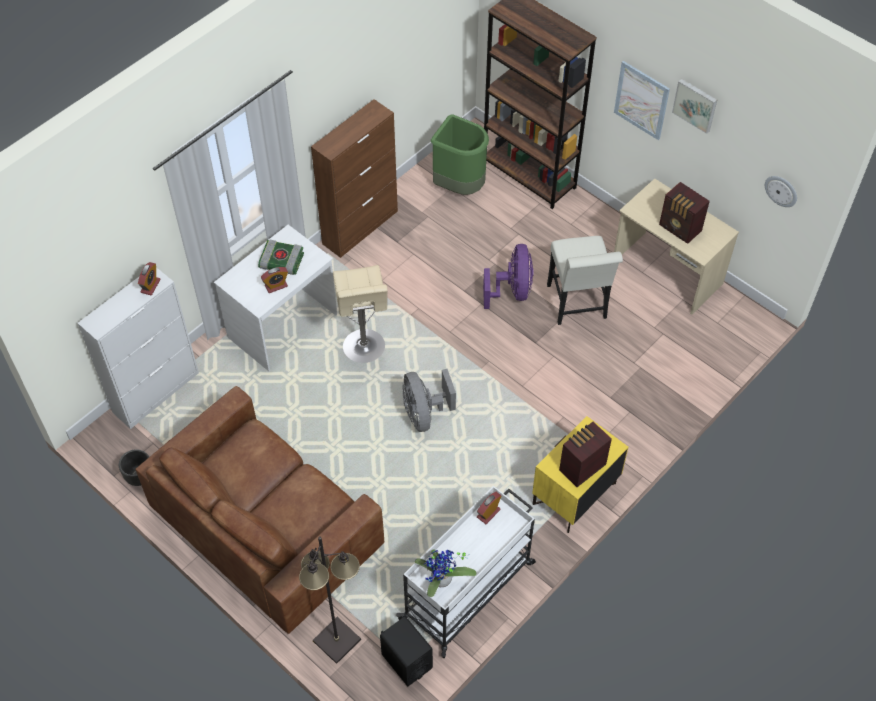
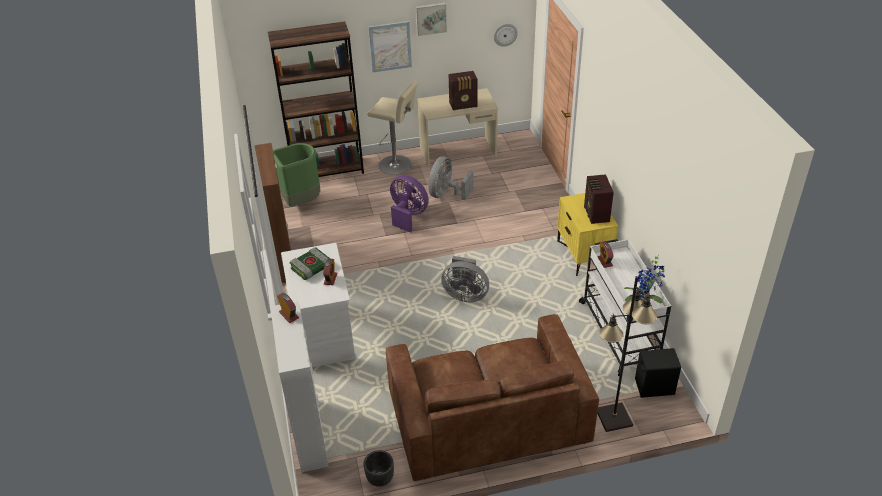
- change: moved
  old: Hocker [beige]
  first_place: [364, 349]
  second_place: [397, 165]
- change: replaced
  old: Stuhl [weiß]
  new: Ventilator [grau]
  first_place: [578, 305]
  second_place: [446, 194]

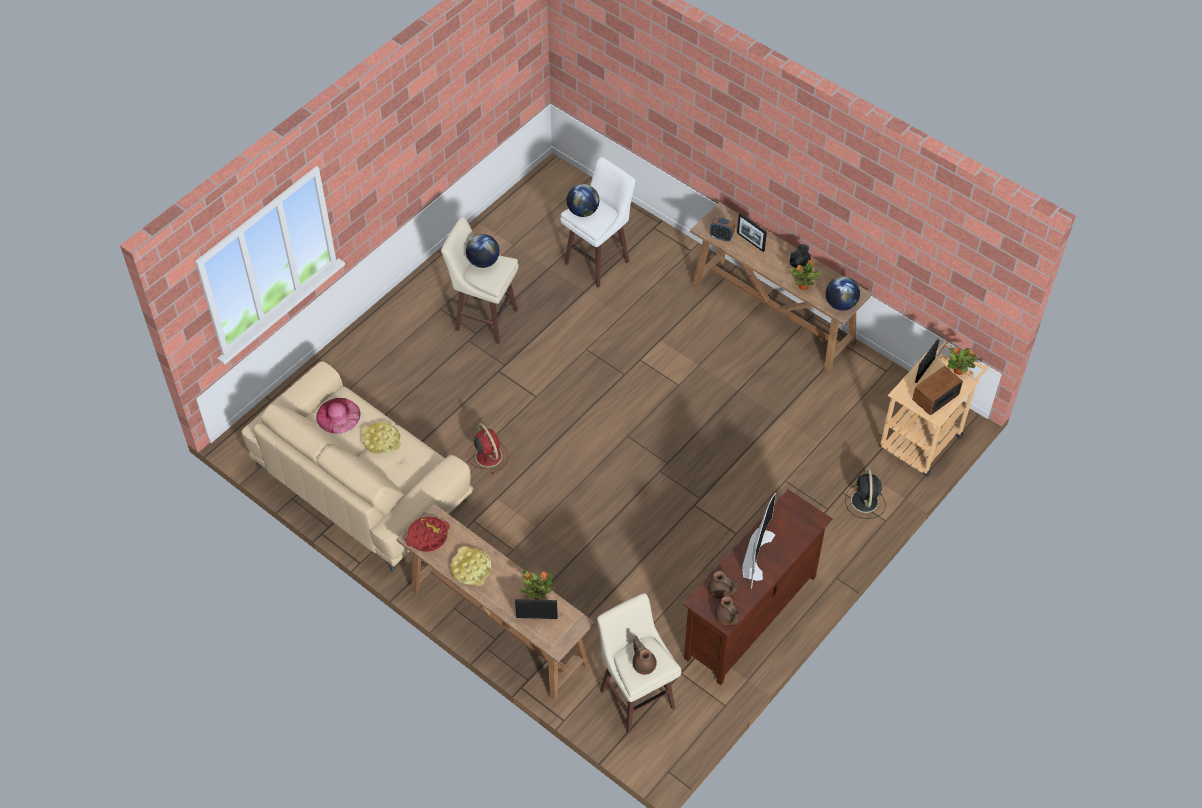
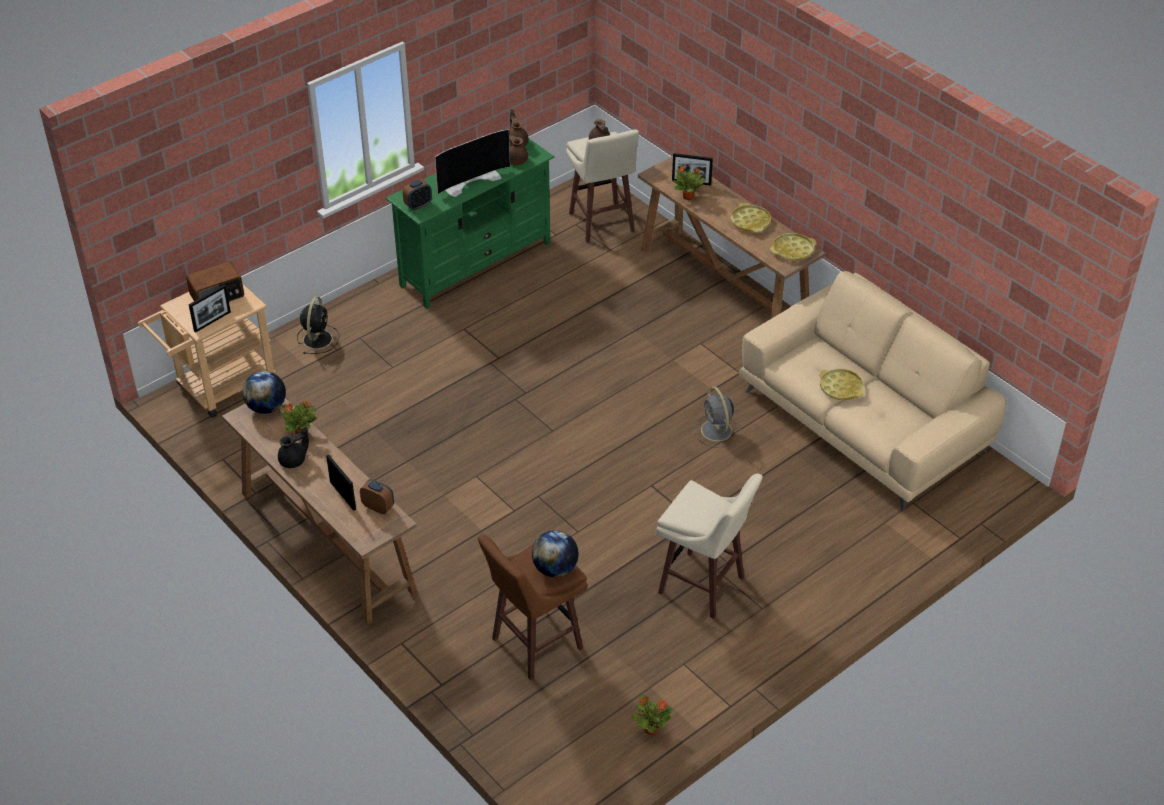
- change: removed
  old: Hut [rosa]
  first_place: [338, 415]
- change: recoloured
  old: Tablett [rot]
  new: Tablett [gelb]
  first_place: [427, 536]
  second_place: [792, 250]
- change: removed
  old: Globus
  first_place: [483, 262]
- change: recoloured
  old: Ventilator [rot]
  new: Ventilator [grau]
  first_place: [488, 455]
  second_place: [717, 431]
- change: recoloured
  old: Hocker [weiß]
  new: Hocker [braun]
  first_place: [598, 262]
  second_place: [534, 644]
- change: recoloured
  old: Fernsehschrank [braun]
  new: Fernsehschrank [grün]
  first_place: [751, 618]
  second_place: [475, 264]
- change: turned
  old: Fernseher
  first_place: [755, 553]
  second_place: [471, 181]
  degrees: -150
- change: moved
  old: Topfpflanze
  first_place: [959, 371]
  second_place: [651, 729]
- change: added
  new: Wecker
  second_place: [418, 205]

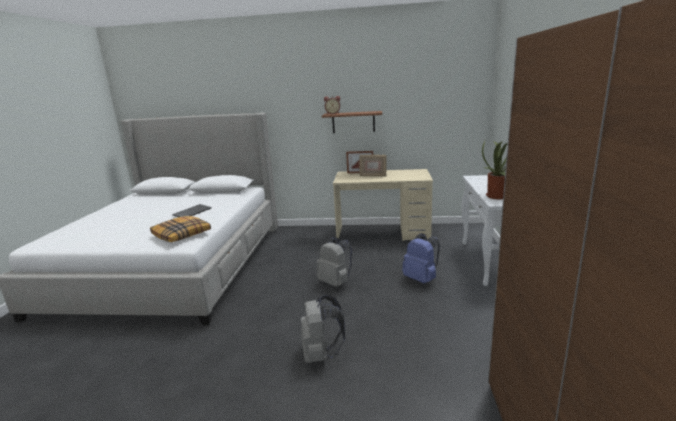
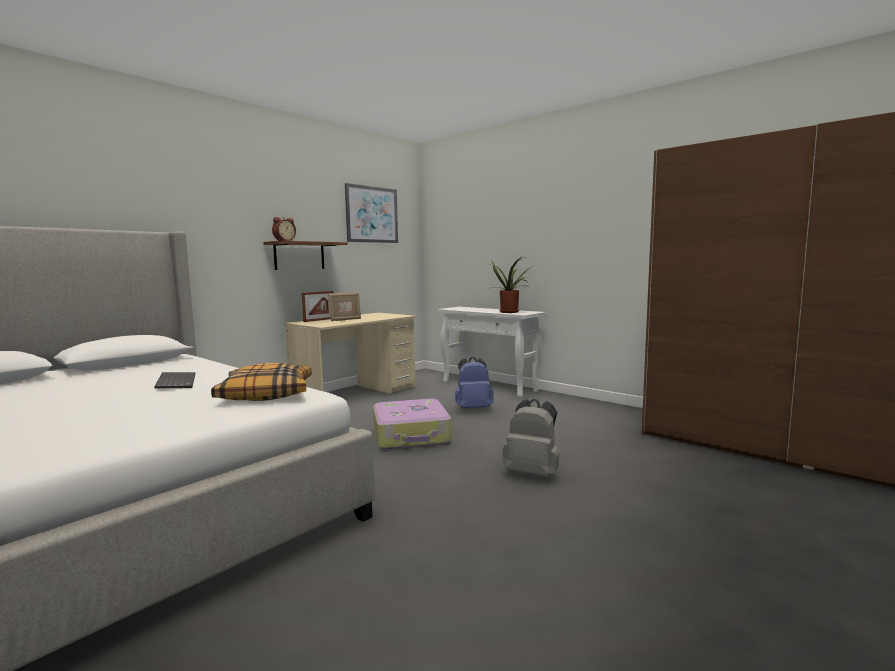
- change: replaced
  old: Rucksack [grau]
  new: Koffer
  first_place: [336, 282]
  second_place: [411, 435]
- change: added
  new: Bild
  second_place: [372, 214]

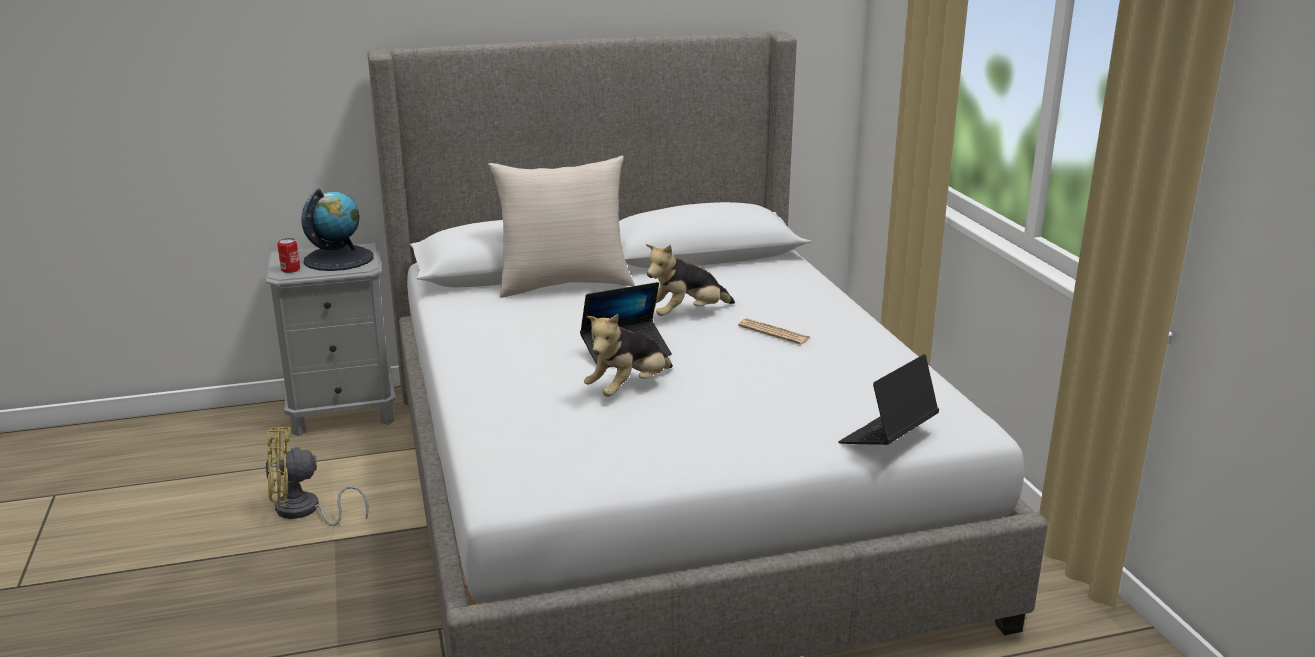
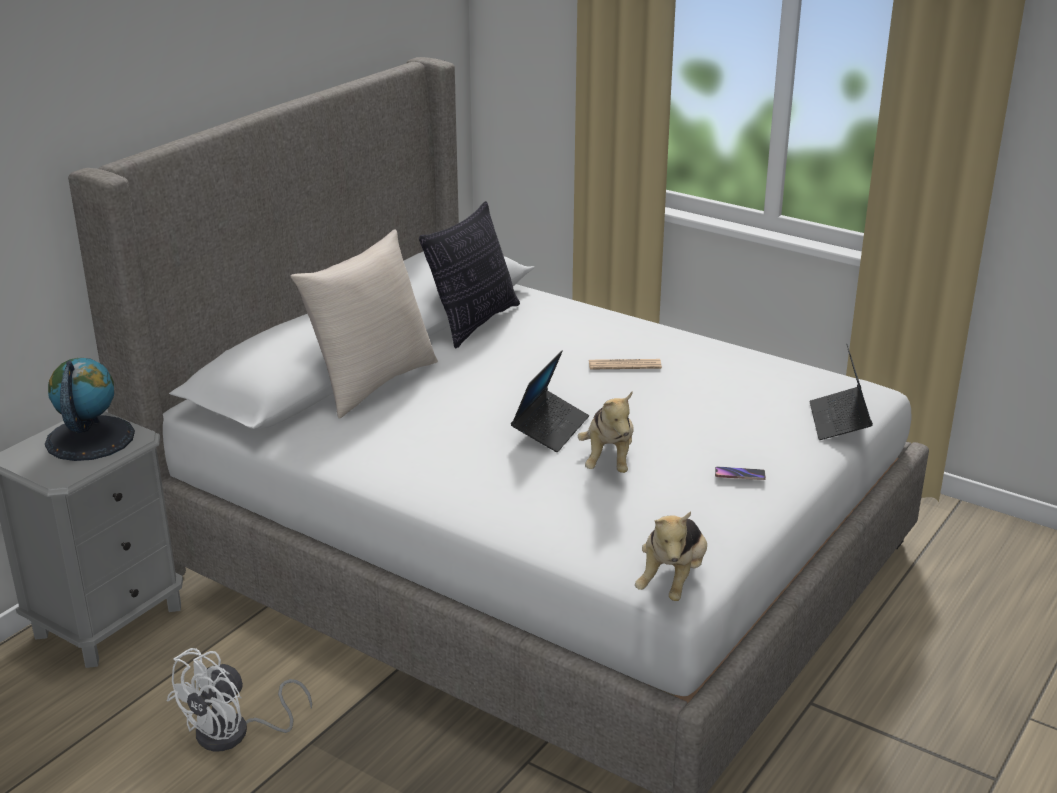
- change: recoloured
  old: Ventilator [gelb]
  new: Ventilator [weiß]
  first_place: [304, 511]
  second_place: [234, 734]
- change: removed
  old: Dose
  first_place: [290, 270]
- change: moved
  old: Plüschtier
  first_place: [687, 314]
  second_place: [672, 580]
- change: added
  new: Kissen
  second_place: [474, 323]
- change: added
  new: Handy
  second_place: [739, 476]

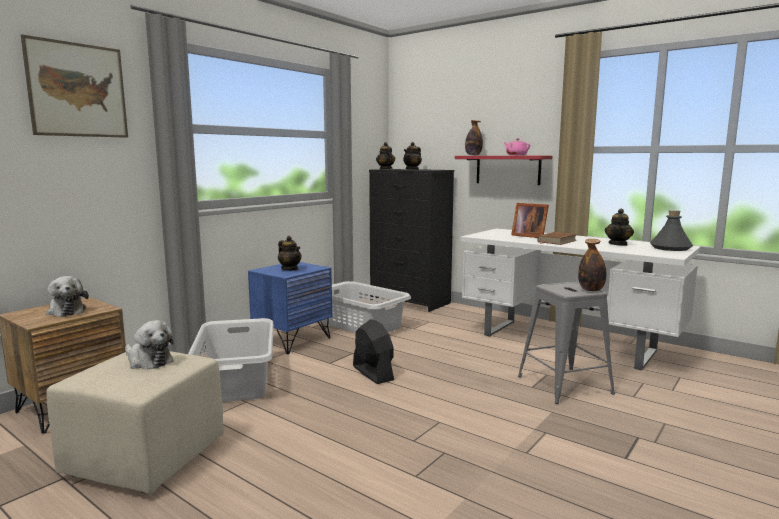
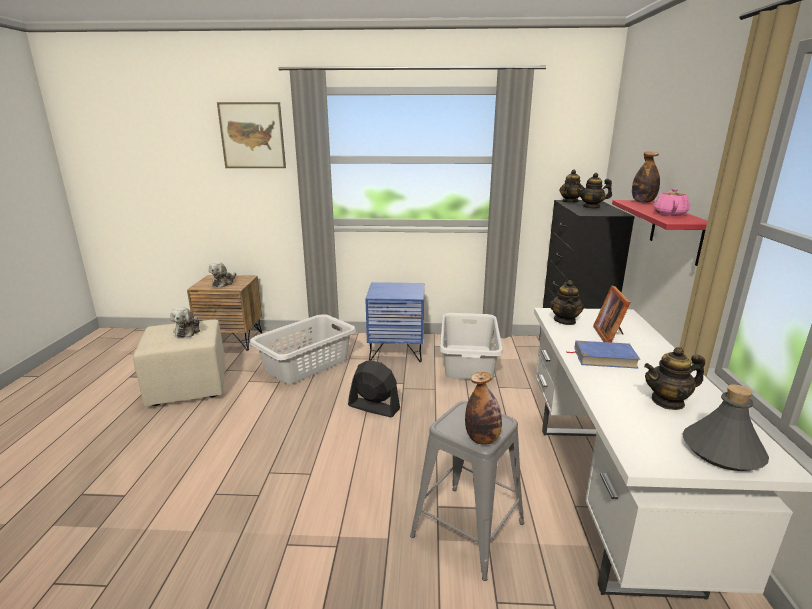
- change: moved
  old: Teekanne
  first_place: [290, 269]
  second_place: [565, 321]
- change: turned
  old: Ventilator [schwarz]
  first_place: [372, 373]
  second_place: [373, 407]
  degrees: -90
- change: recoloured
  old: Buch [braun]
  new: Buch [blau]
  first_place: [556, 241]
  second_place: [604, 358]

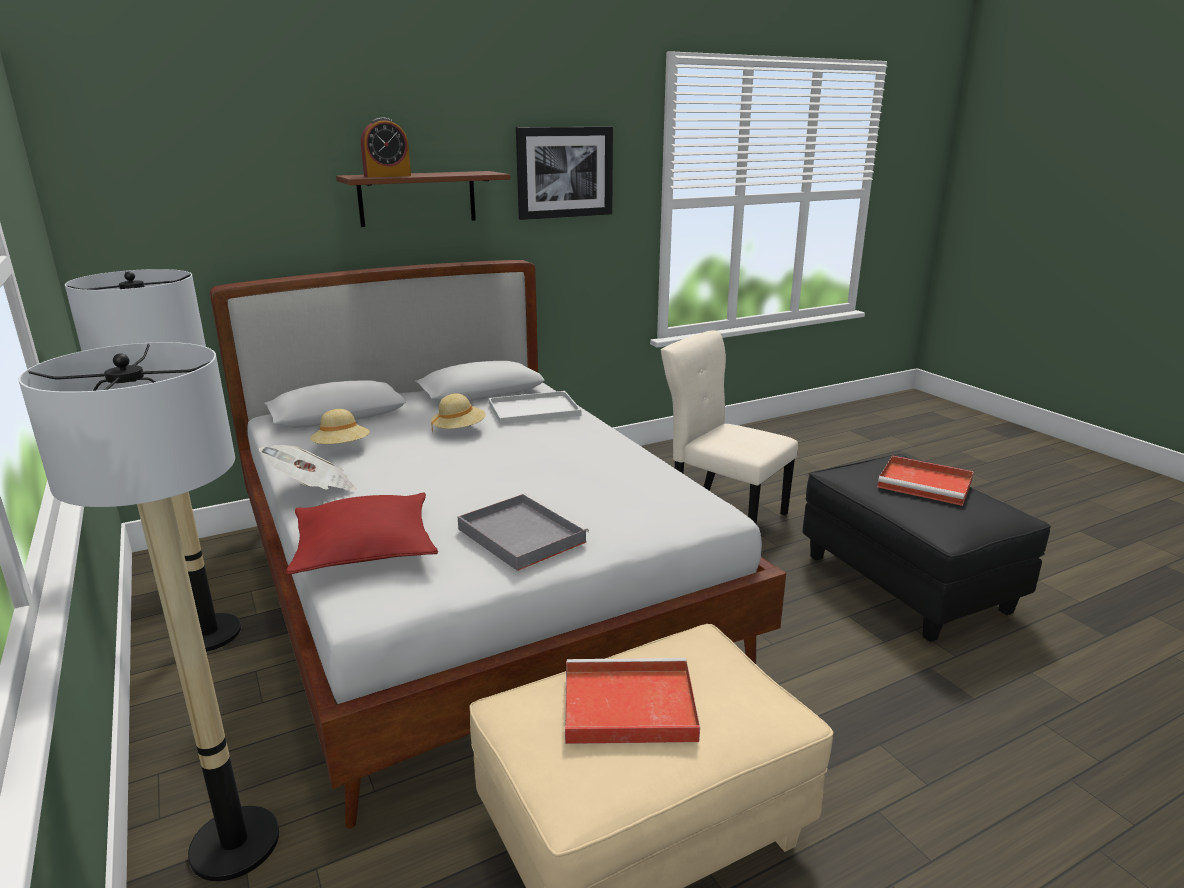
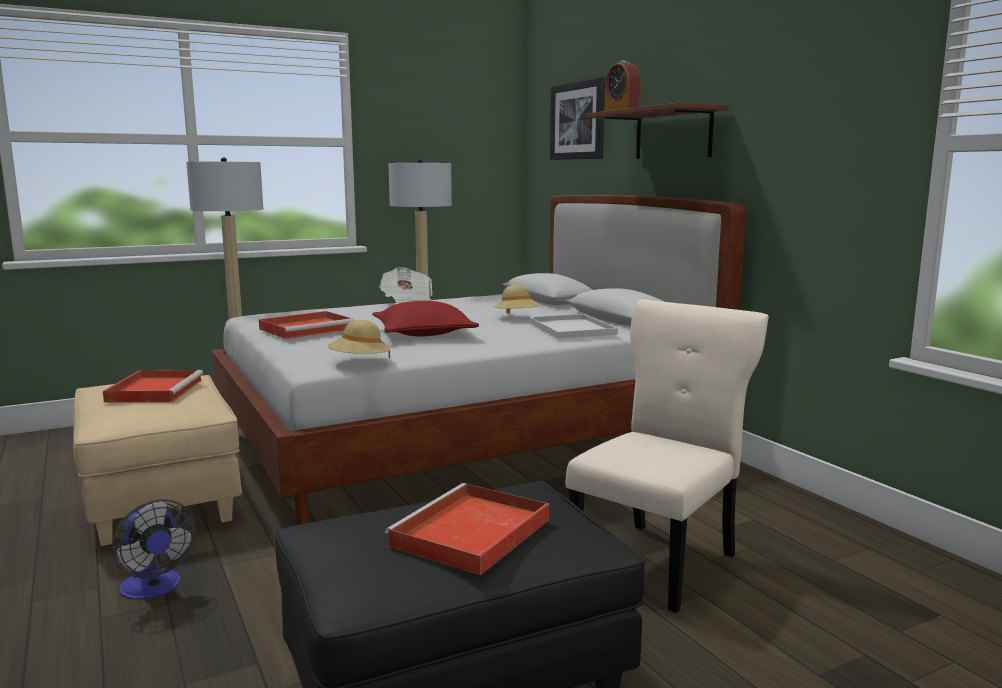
- change: moved
  old: Kissen [rot]
  first_place: [365, 548]
  second_place: [423, 334]
- change: moved
  old: Hut [beige]
  first_place: [342, 448]
  second_place: [359, 362]
- change: recoloured
  old: Tablett [grau]
  new: Tablett [rot]
  first_place: [519, 535]
  second_place: [308, 328]
- change: moved
  old: Bild
  first_place: [564, 172]
  second_place: [578, 121]
- change: added
  new: Ventilator
  second_place: [154, 589]

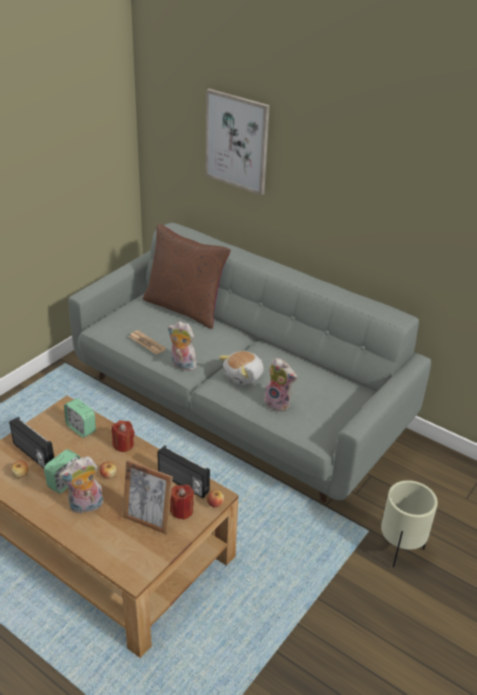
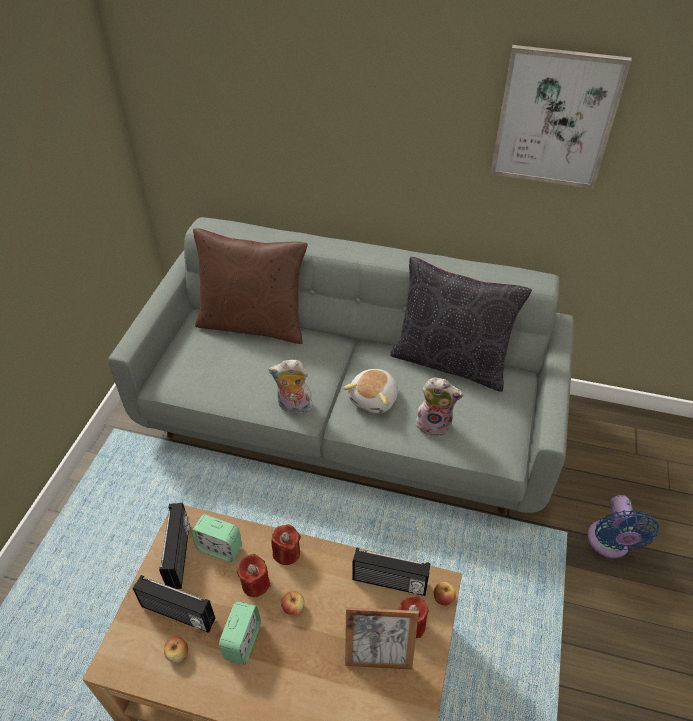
- change: removed
  old: Plüschtier
  first_place: [86, 507]
- change: removed
  old: Zeitung
  first_place: [147, 343]
- change: moved
  old: Bild
  first_place: [237, 141]
  second_place: [555, 118]
- change: replaced
  old: Pflanzkübel [beige]
  new: Ventilator [blau]
  first_place: [400, 550]
  second_place: [609, 544]
- change: added
  new: Radio
  second_place: [180, 555]
- change: added
  new: Kerze [rot]
  second_place: [255, 584]
- change: added
  new: Kissen [schwarz]
  second_place: [450, 361]

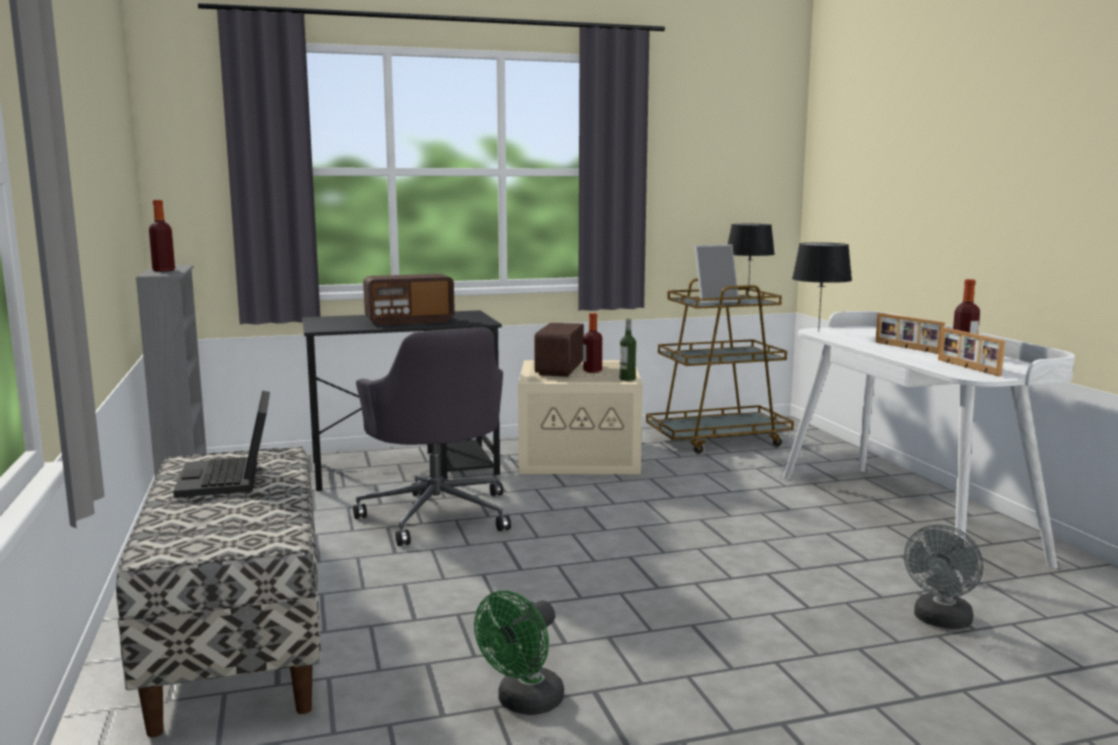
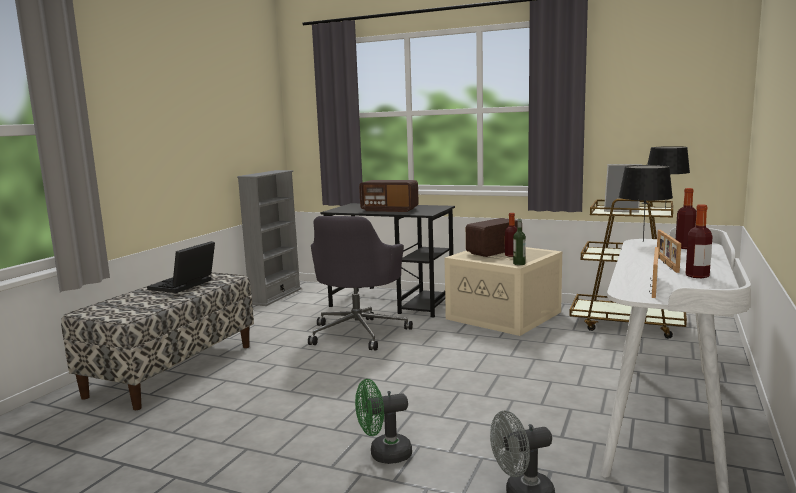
- change: moved
  old: Flasche
  first_place: [163, 270]
  second_place: [685, 247]
- change: moved
  old: Ventilator [grün]
  first_place: [524, 704]
  second_place: [384, 455]

